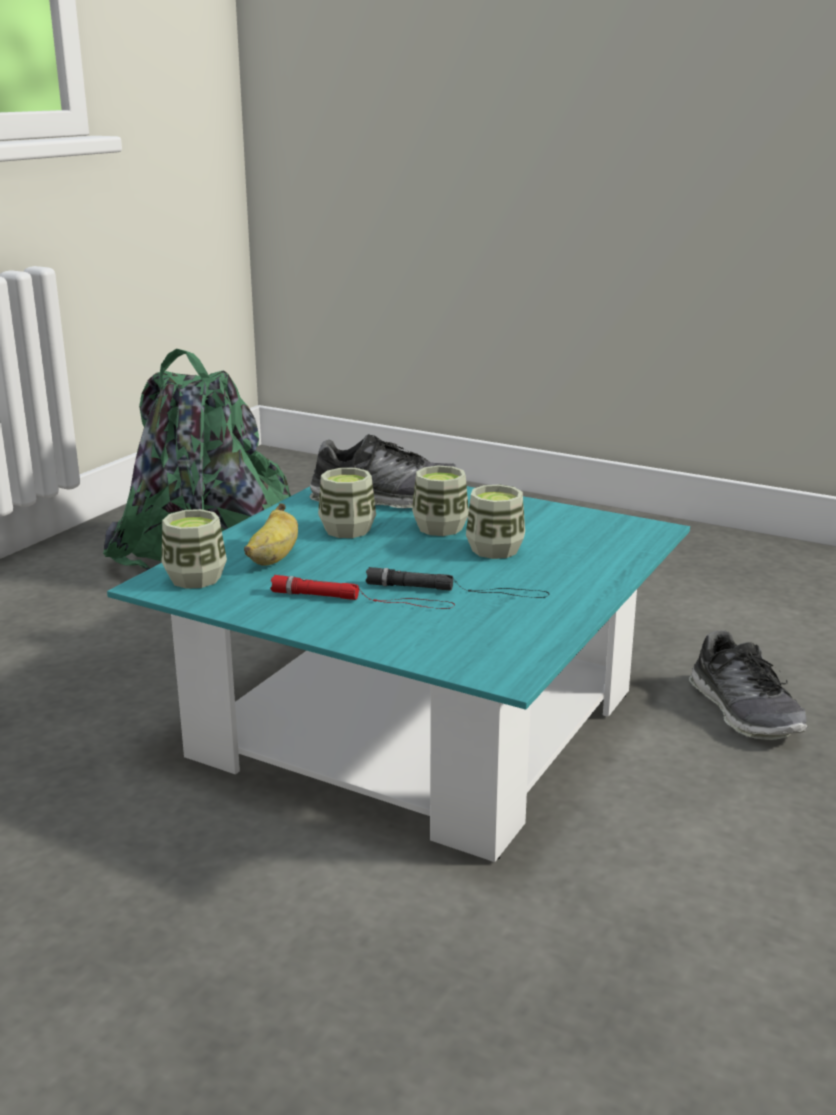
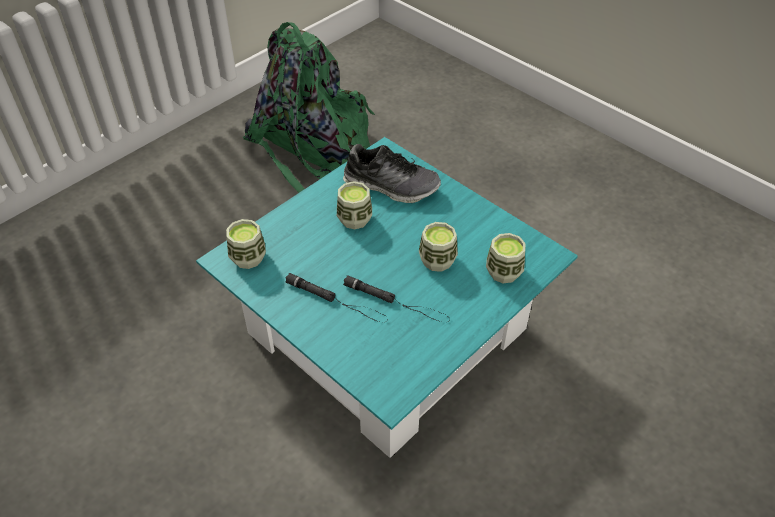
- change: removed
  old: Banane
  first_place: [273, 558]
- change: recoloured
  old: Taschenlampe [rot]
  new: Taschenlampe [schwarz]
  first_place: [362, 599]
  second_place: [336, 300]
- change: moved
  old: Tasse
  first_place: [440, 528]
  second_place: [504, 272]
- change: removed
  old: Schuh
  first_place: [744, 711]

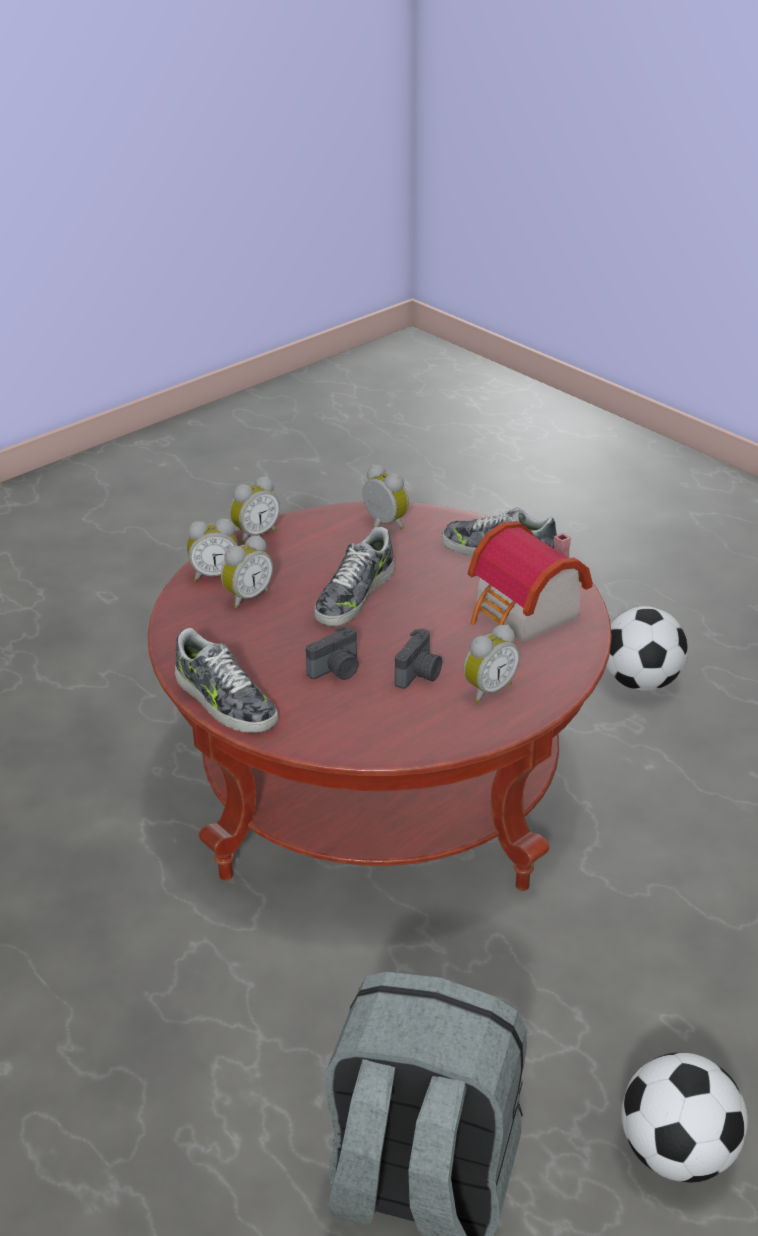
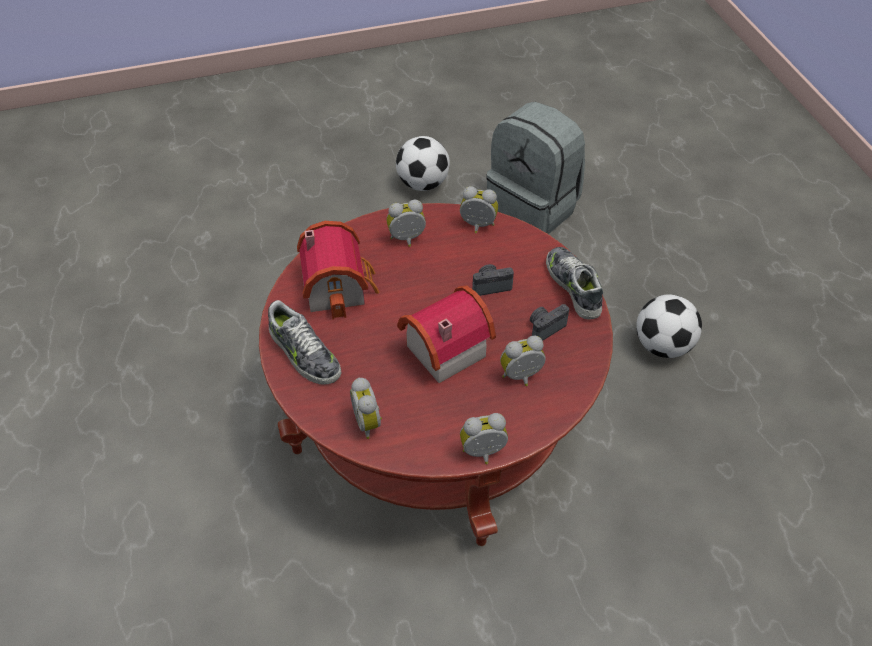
- change: moved
  old: Wecker
  first_place: [215, 574]
  second_place: [477, 226]
- change: replaced
  old: Schuh
  new: Spielzeughaus
  first_place: [354, 595]
  second_place: [441, 349]
- change: moved
  old: Kamera
  first_place: [420, 674]
  second_place: [544, 328]
- change: moved
  old: Fußball
  first_place: [639, 682]
  second_place: [662, 346]

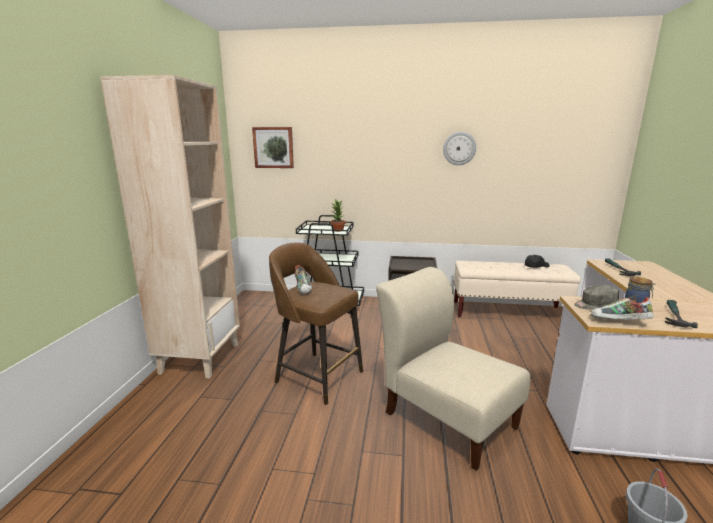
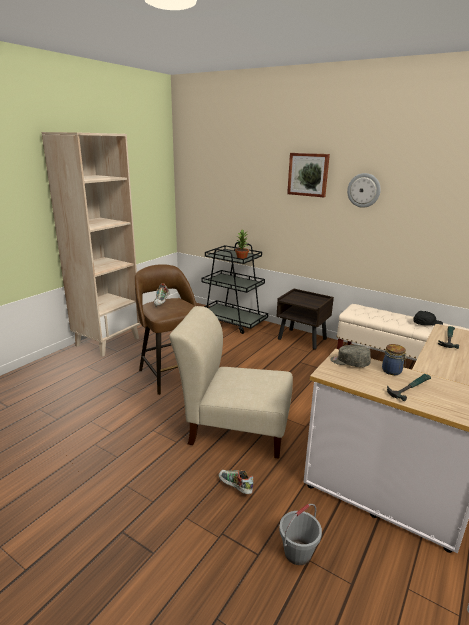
- change: moved
  old: Bild
  first_place: [273, 147]
  second_place: [308, 174]
- change: turned
  old: Stuhl [beige]
  first_place: [445, 416]
  second_place: [234, 428]
  degrees: -60
- change: moved
  old: Schuh
  first_place: [619, 322]
  second_place: [235, 487]

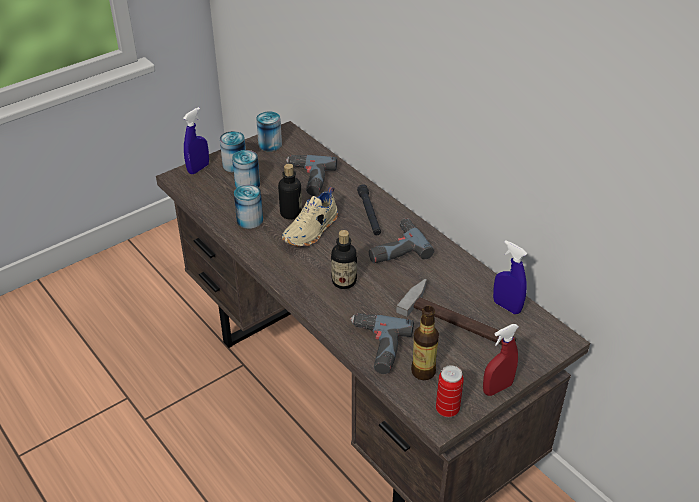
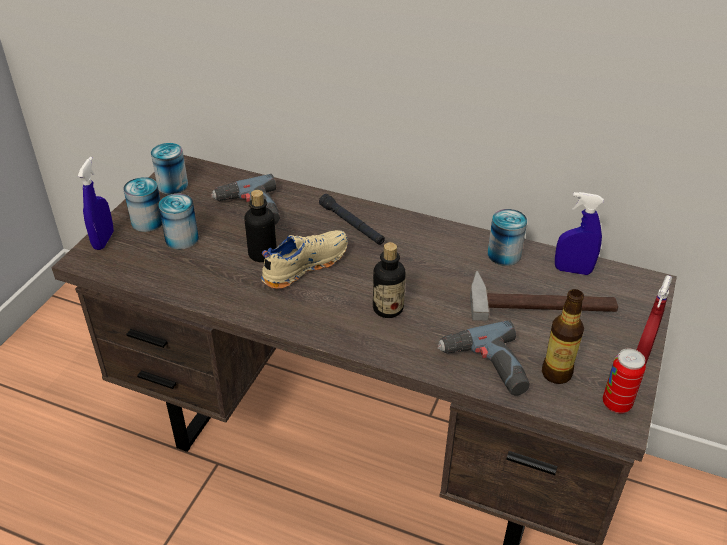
- change: moved
  old: Dose
  first_place: [250, 220]
  second_place: [504, 254]
- change: turned
  old: Schuh [beige]
  first_place: [312, 231]
  second_place: [304, 265]
  degrees: -135
- change: removed
  old: Bohrmaschine
  first_place: [394, 248]

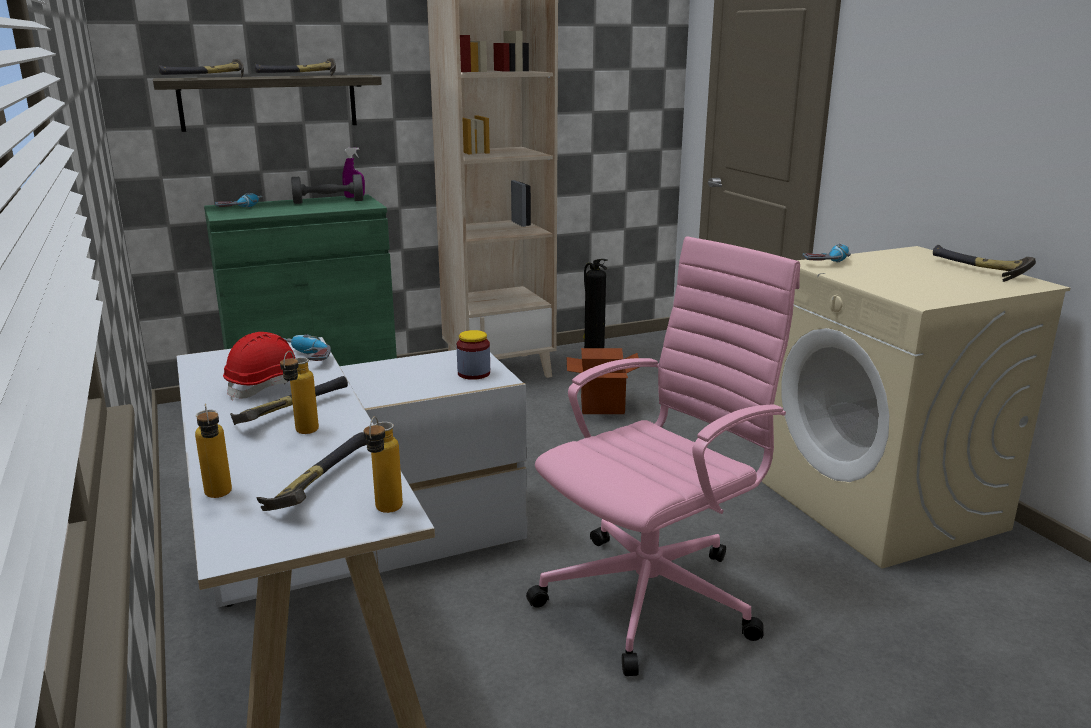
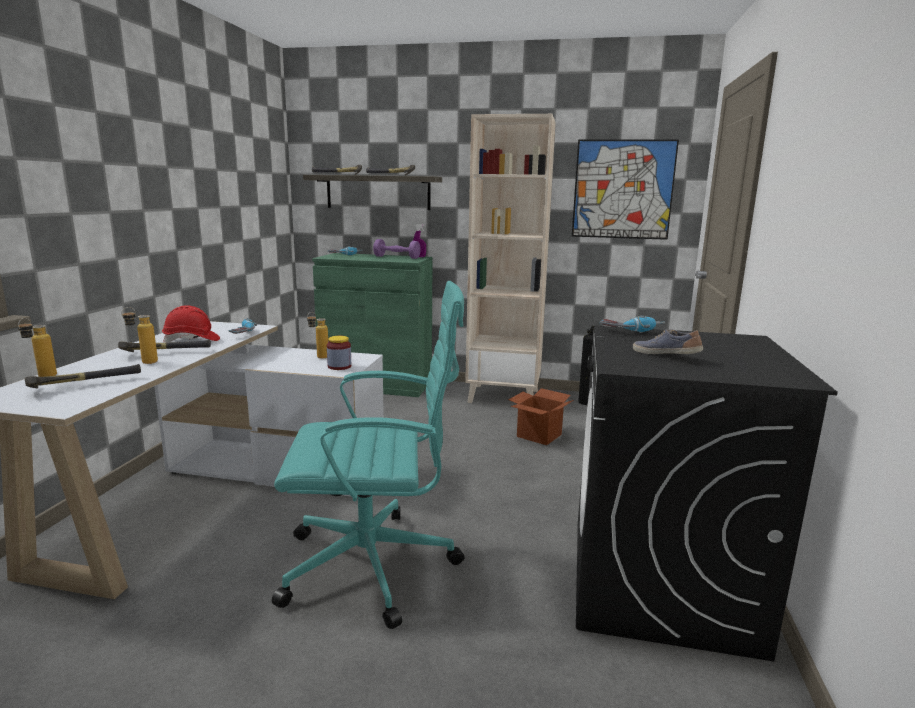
- change: recoloured
  old: Hantel [grau]
  new: Hantel [lila]
  first_place: [328, 202]
  second_place: [396, 257]
- change: moved
  old: Flasche
  first_place: [385, 512]
  second_place: [318, 358]
- change: recoloured
  old: Bürostuhl [rosa]
  new: Bürostuhl [türkis]
  first_place: [654, 596]
  second_place: [374, 566]
- change: recoloured
  old: Waschmaschine [beige]
  new: Waschmaschine [schwarz]
  first_place: [882, 505]
  second_place: [660, 583]
- change: removed
  old: Hammer
  first_place: [977, 271]
- change: added
  new: Bild
  second_place: [623, 189]
- change: added
  new: Schuh
  second_place: [666, 355]

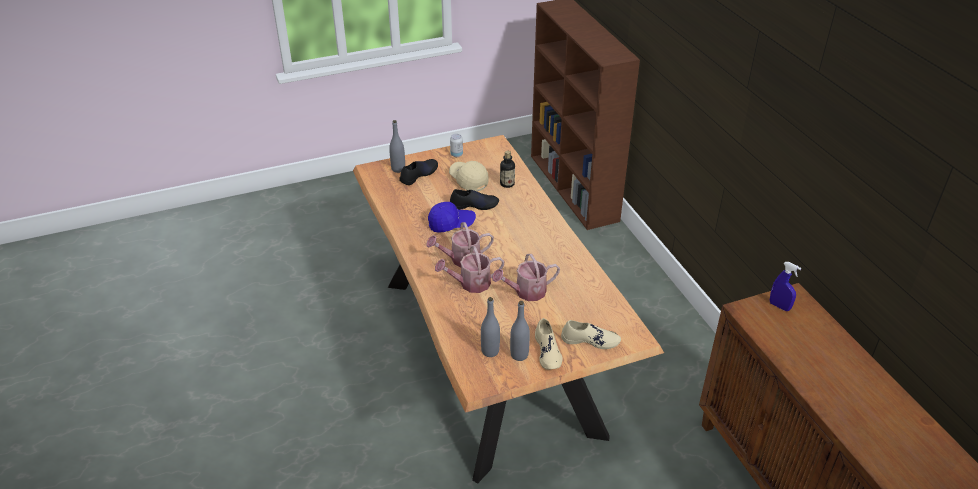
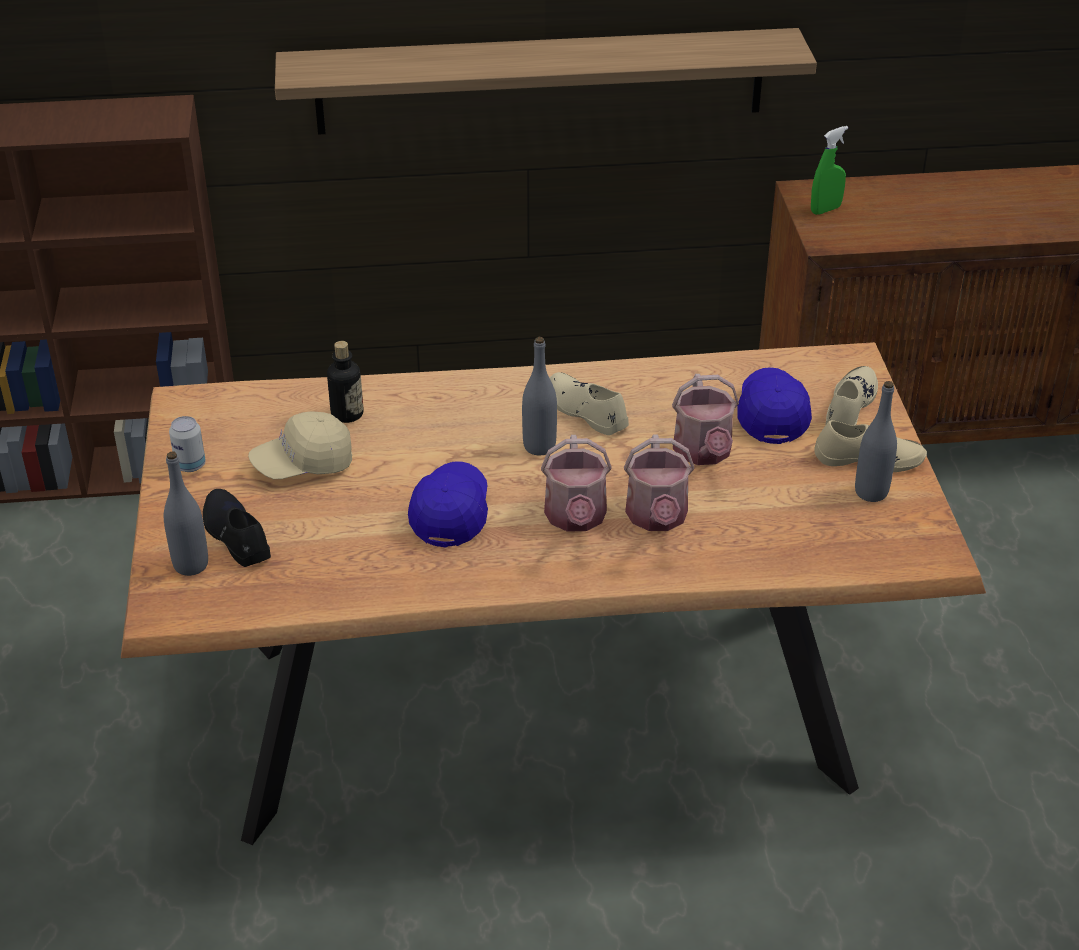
- change: removed
  old: Schuh [schwarz]
  first_place: [474, 205]
- change: moved
  old: Flasche [grau]
  first_place: [490, 351]
  second_place: [539, 446]
- change: recoloured
  old: Sprühflasche [blau]
  new: Sprühflasche [grün]
  first_place: [779, 306]
  second_place: [825, 210]
- change: added
  new: Wandregal
  second_place: [540, 81]
- change: added
  new: Schuh [beige]
  second_place: [585, 411]
- change: added
  new: Kappe [blau]
  second_place: [771, 414]

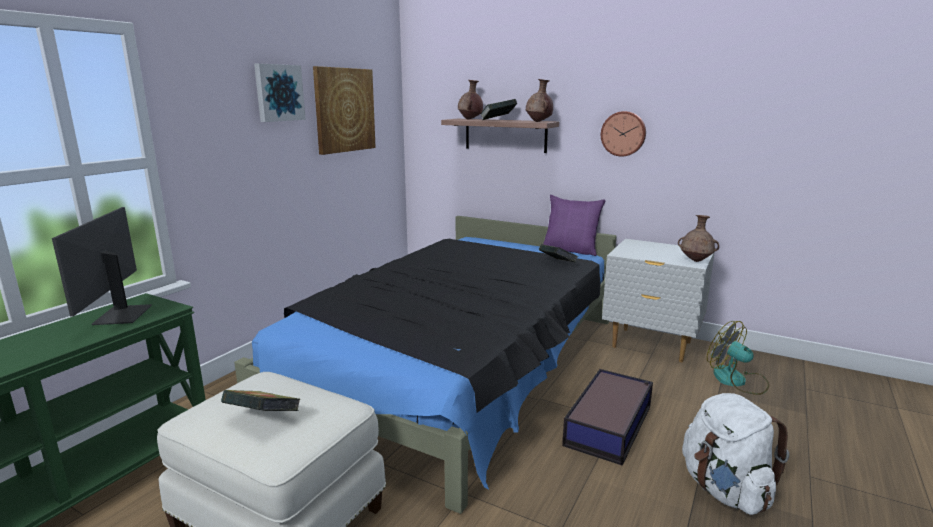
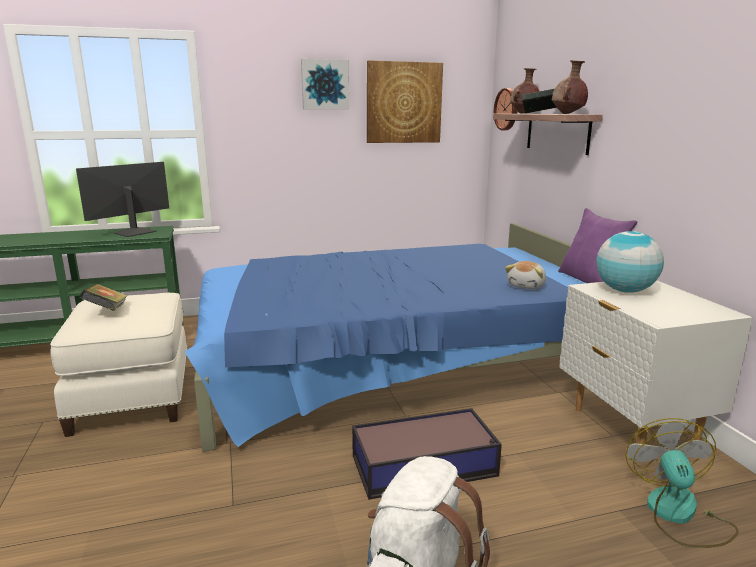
- change: recoloured
  old: Bett [schwarz]
  new: Bett [blau]
  first_place: [457, 366]
  second_place: [392, 362]
- change: replaced
  old: Buch
  new: Plüschtier
  first_place: [557, 264]
  second_place: [527, 286]
- change: moved
  old: Wanduhr
  first_place: [623, 133]
  second_place: [507, 109]
- change: removed
  old: Vase [braun]
  first_place: [696, 260]
- change: added
  new: Globus
  second_place: [625, 291]

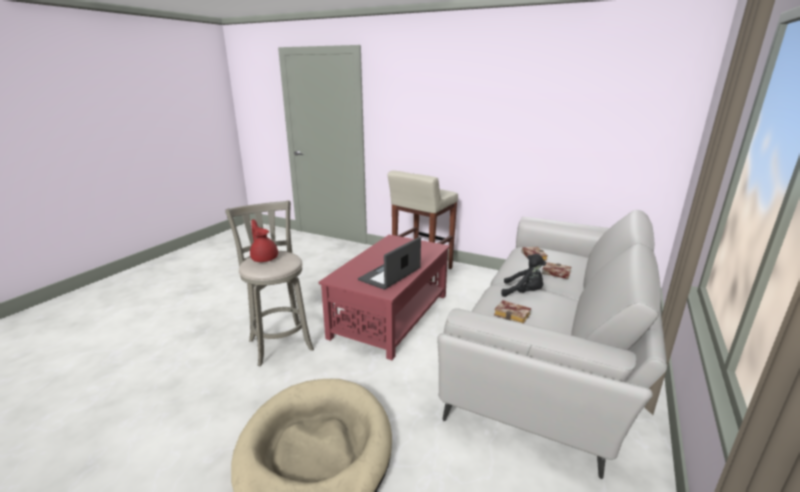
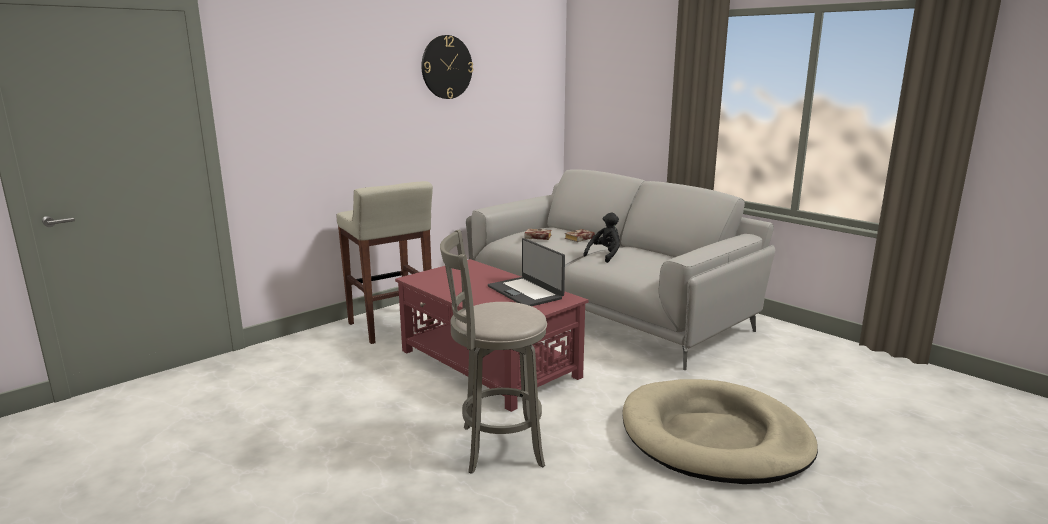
- change: removed
  old: Teekanne [rot]
  first_place: [264, 258]
- change: removed
  old: Buch
  first_place: [513, 315]
- change: added
  new: Wanduhr
  second_place: [446, 67]

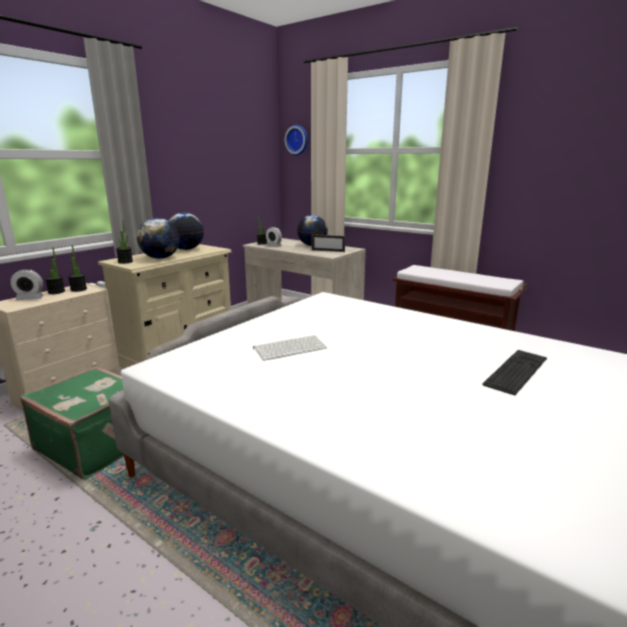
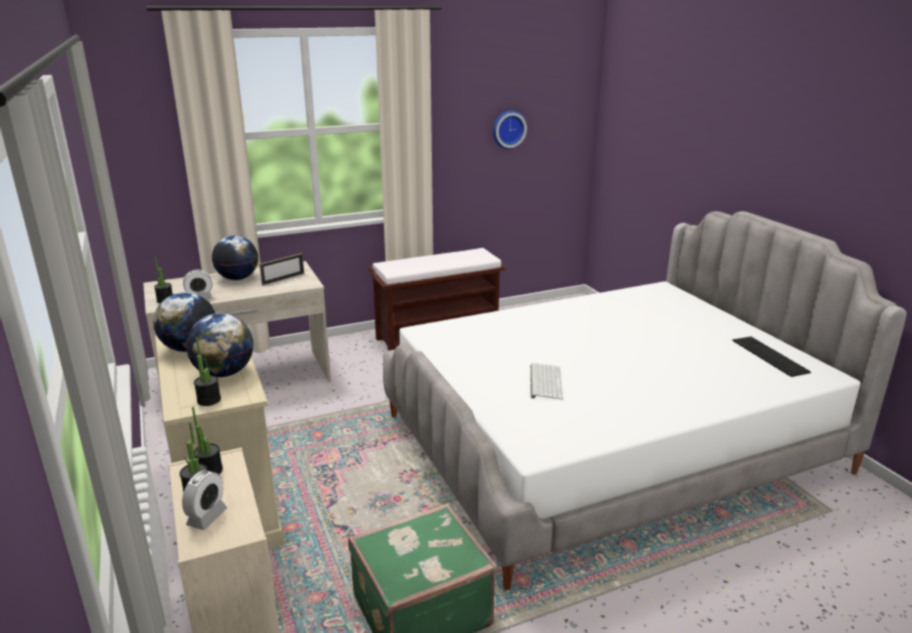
- change: moved
  old: Wanduhr
  first_place: [297, 140]
  second_place: [508, 129]
- change: moved
  old: Tastatur
  first_place: [516, 371]
  second_place: [769, 356]

